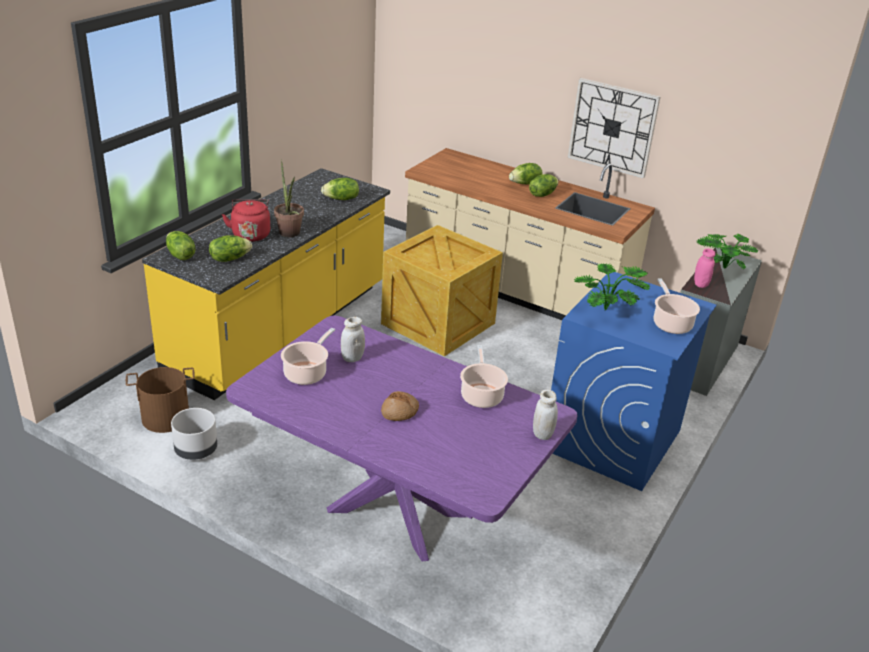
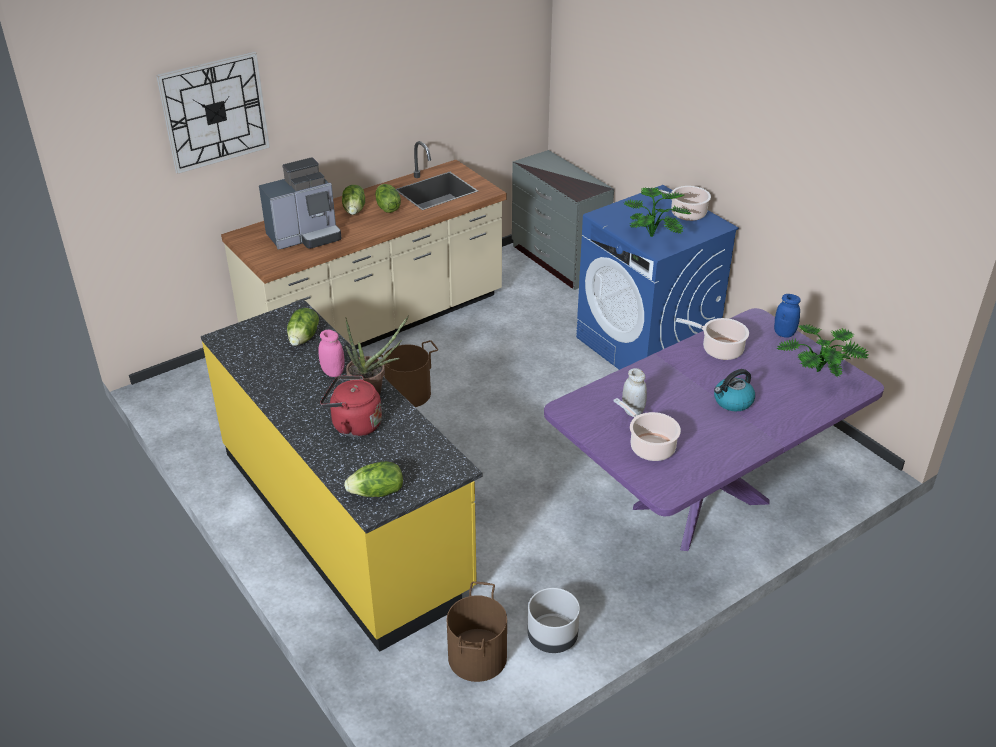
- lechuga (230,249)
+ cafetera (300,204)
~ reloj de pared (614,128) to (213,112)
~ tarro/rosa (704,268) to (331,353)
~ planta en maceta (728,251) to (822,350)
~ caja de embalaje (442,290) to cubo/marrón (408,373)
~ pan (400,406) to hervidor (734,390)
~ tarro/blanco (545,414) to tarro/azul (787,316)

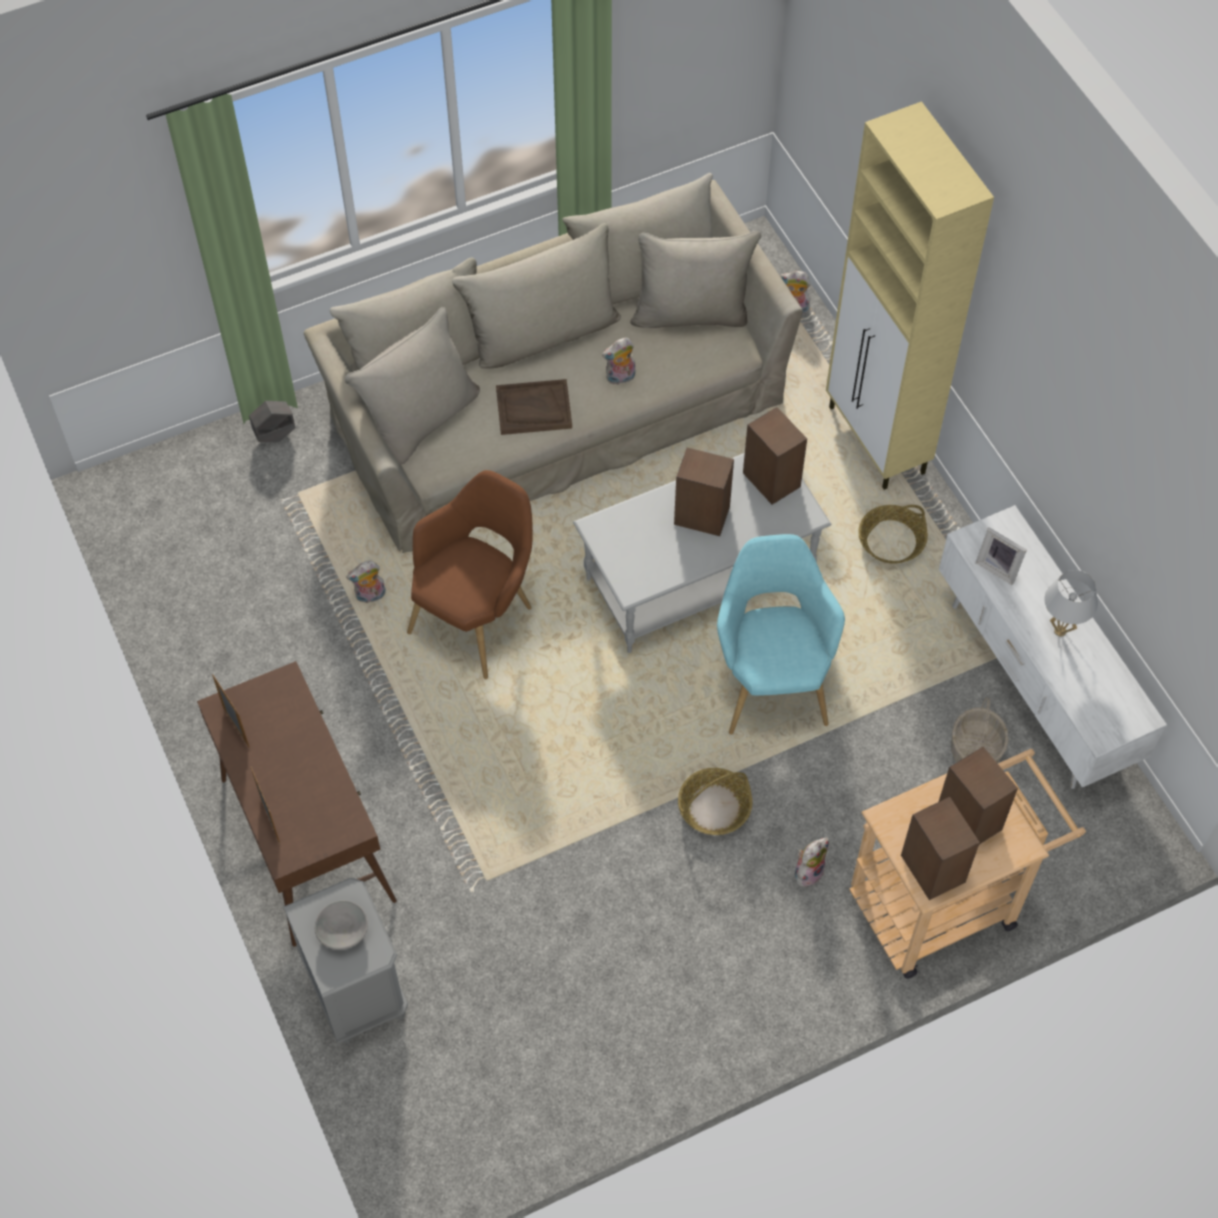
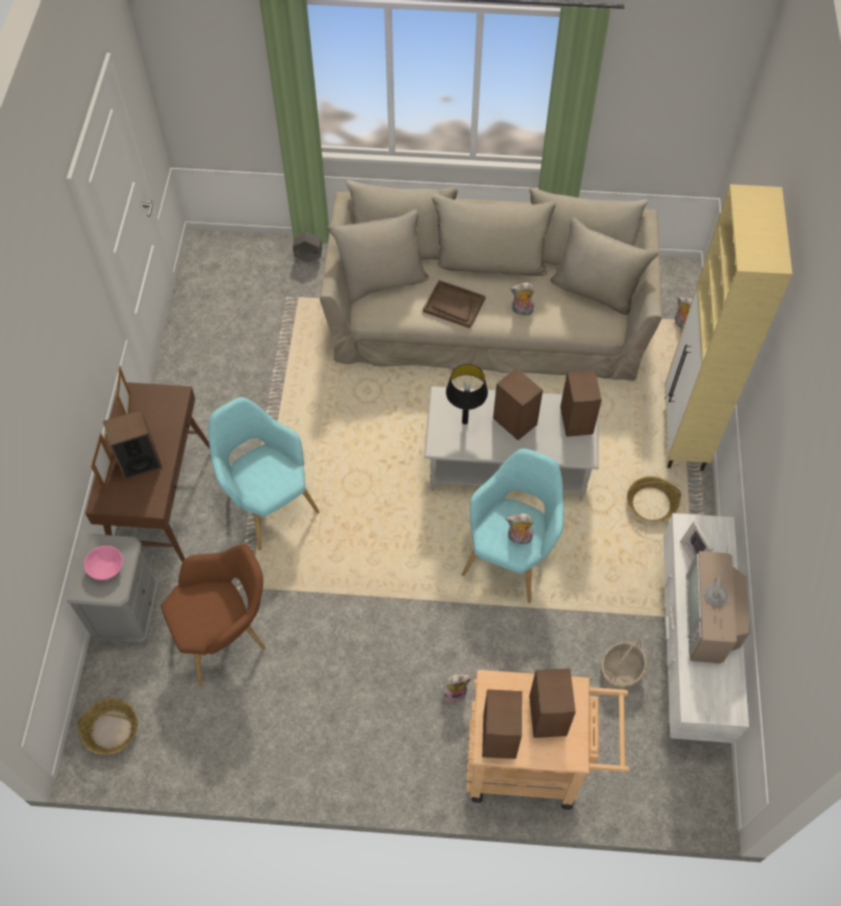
+ altavoz (132,445)
+ sillón/turquesa (263,473)
+ lámpara de mesa/negro (467,394)
~ peluche (366,582) to (520,528)
~ sillón/marrón (470,574) to (213,615)
~ cesta (715,801) to (107,726)
~ lámpara de mesa/blanco (1071,603) to televisor (718,605)
~ cuenco/gris (341,925) to cuenco/rosa (103,563)

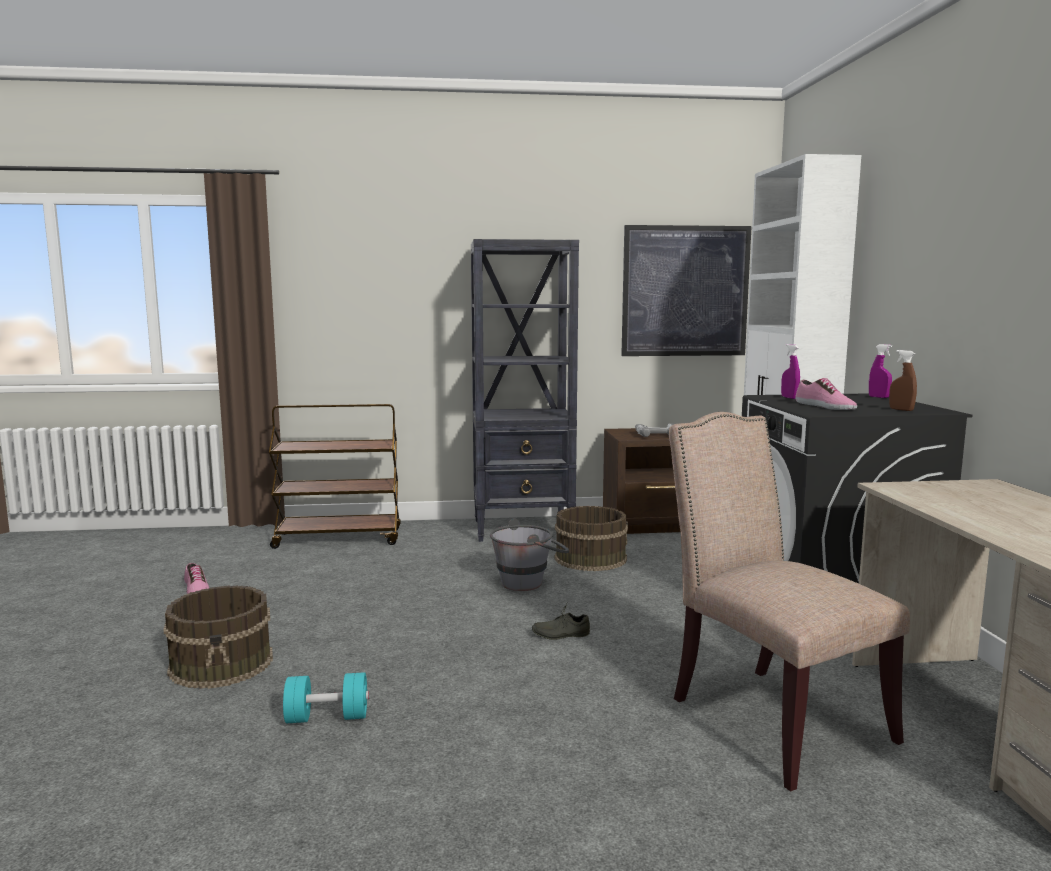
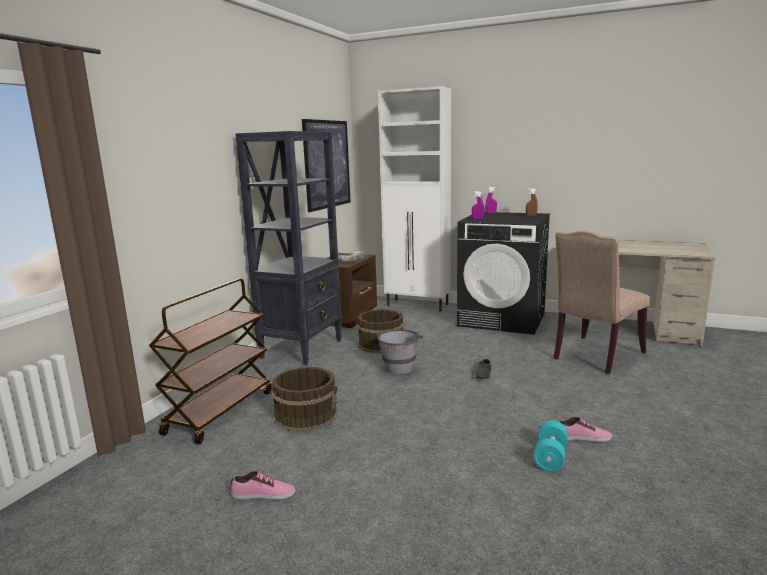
~ cubo/marrón (218,637) to (304,399)
~ zapato (826,394) to (585,429)
~ silla/beis (789,601) = (601,302) 45 degrees counterclockwise

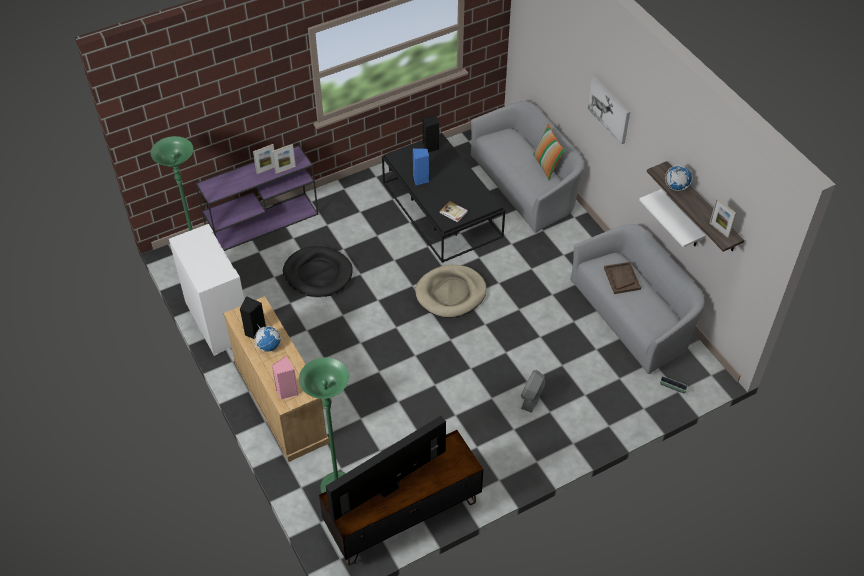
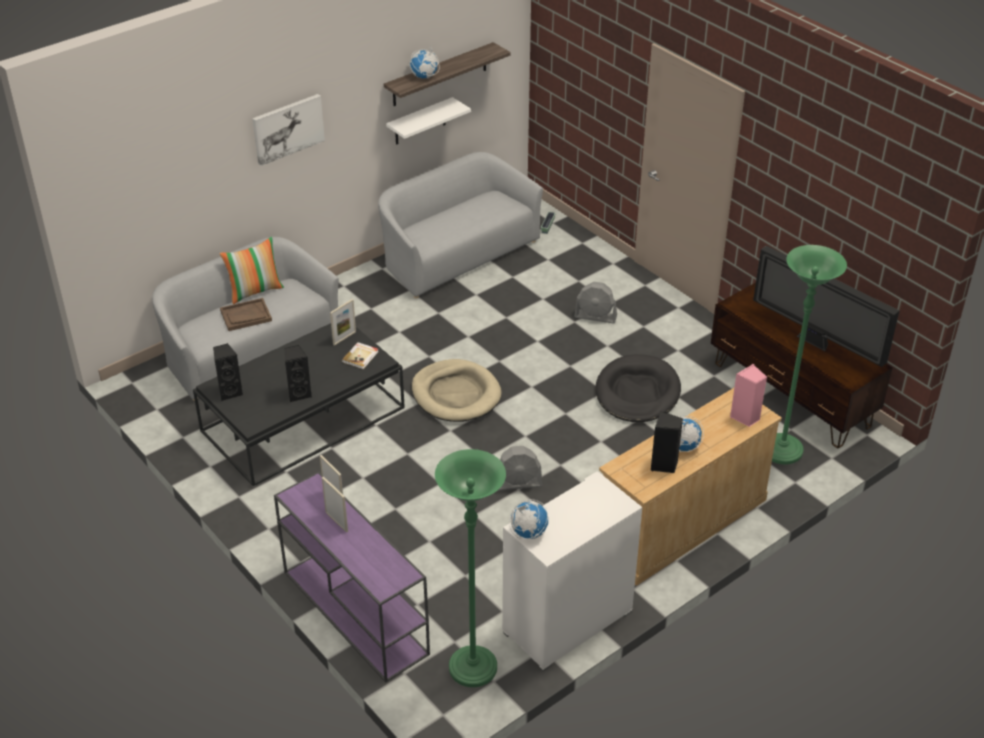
+ ventilador/gris (520,468)
+ globo terráqueo (528,519)
~ cama para perro/negro (318,271) to (638,388)
~ bandeja/marrón (622,278) to (246,314)
~ portarretratos (723,218) to (343,322)
~ altavoz/azul (421,166) to altavoz/negro (298,374)

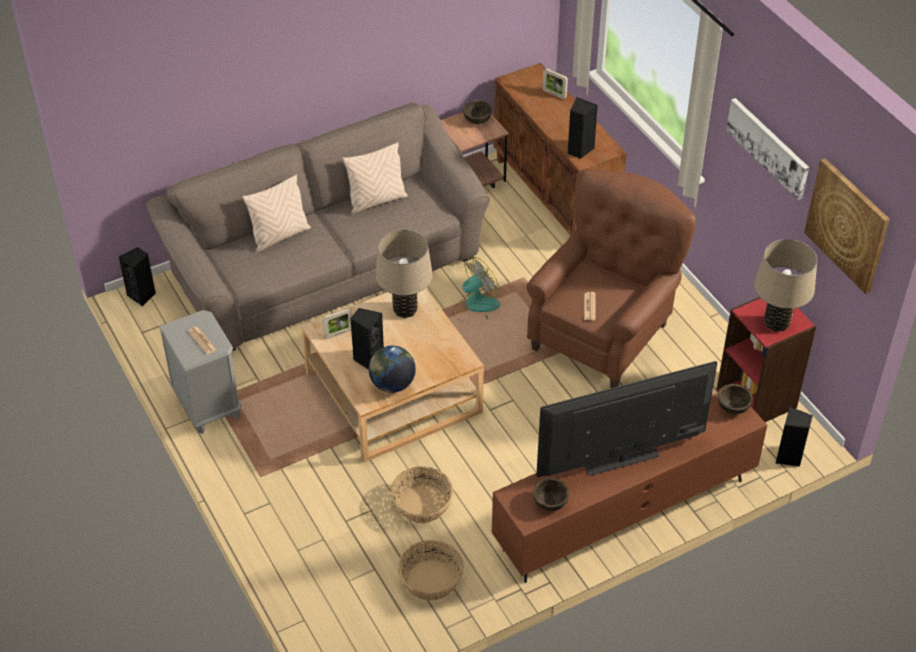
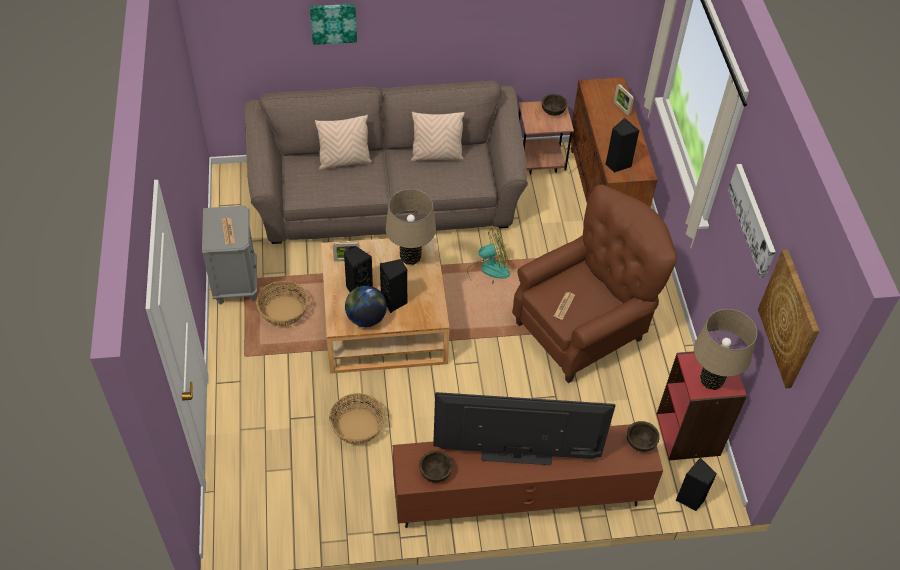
+ cuadro (333,24)
~ altavoz/negro (137,276) to (393,286)
~ cesta (431,570) to (282,304)

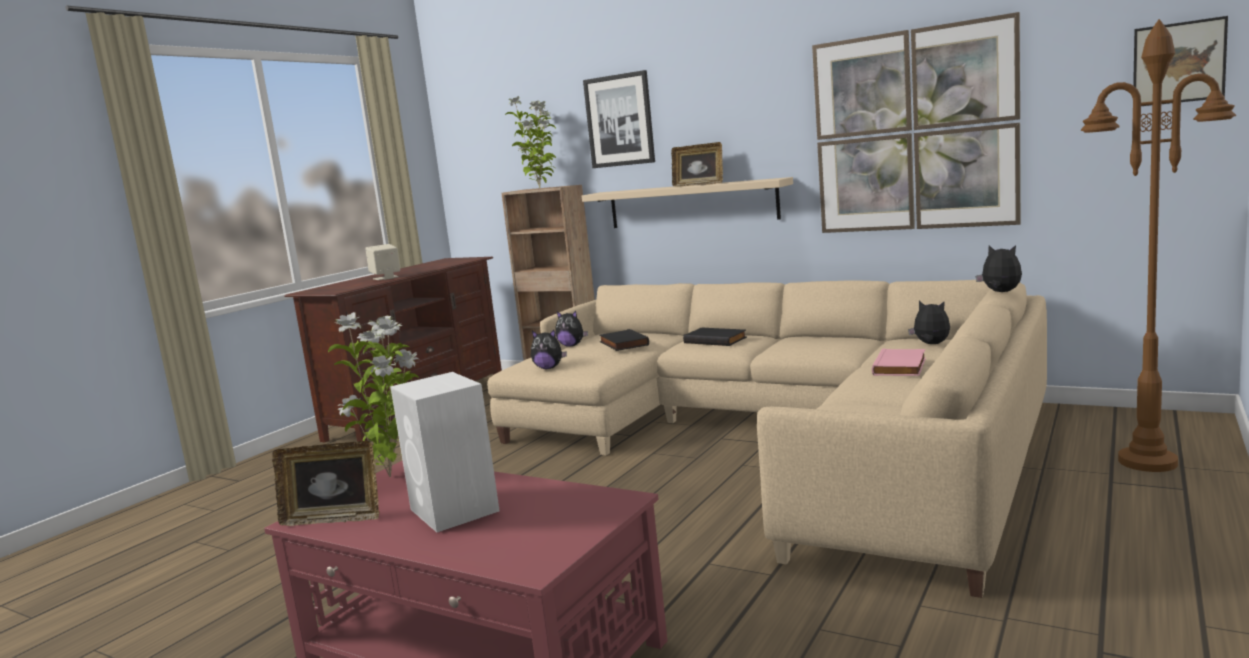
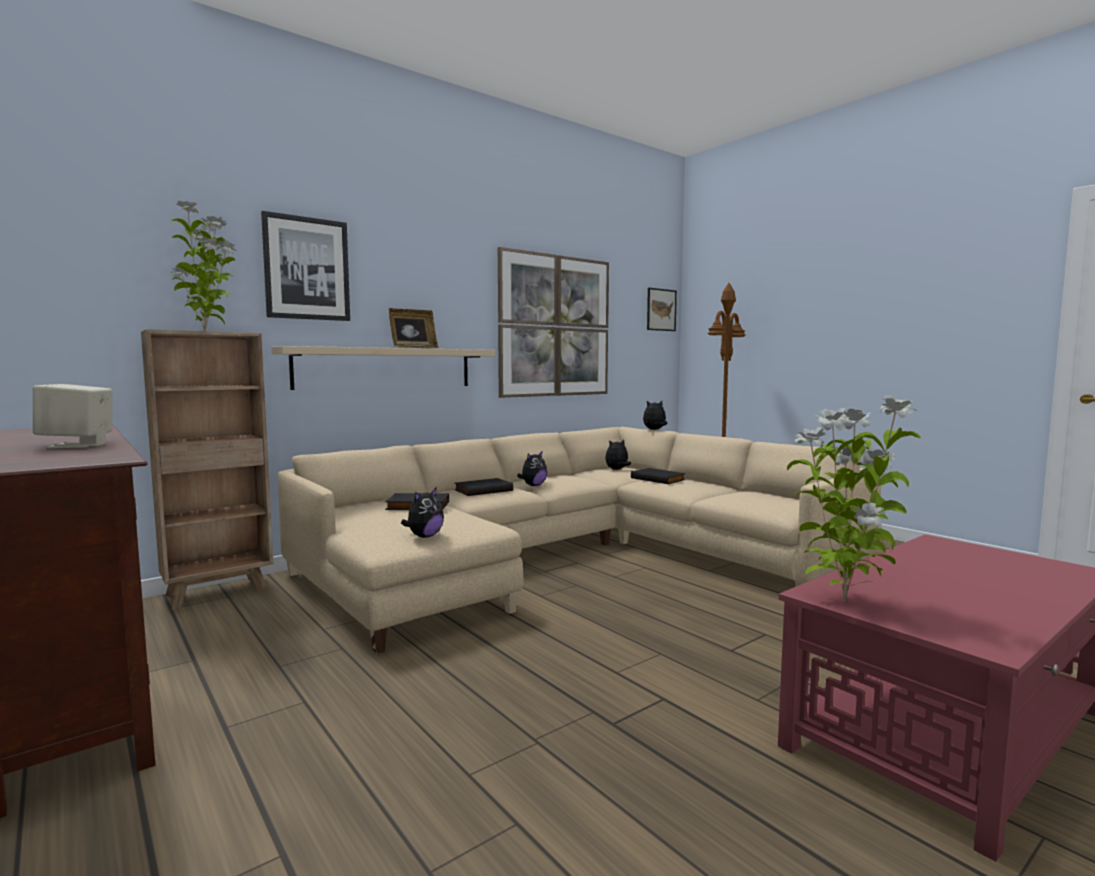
- portarretratos (325,483)
- altavoz/blanco (445,452)
~ peluche (571,329) to (532,469)
~ libro/rosa (899,362) to libro/negro (658,476)

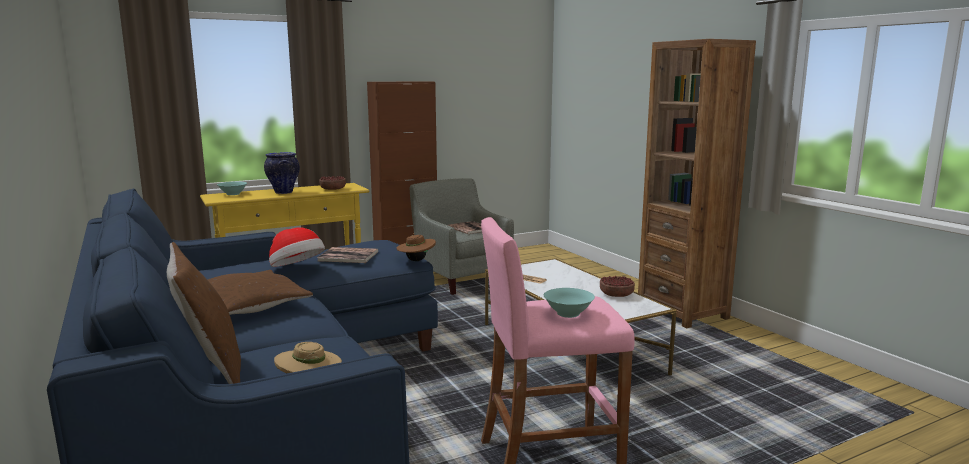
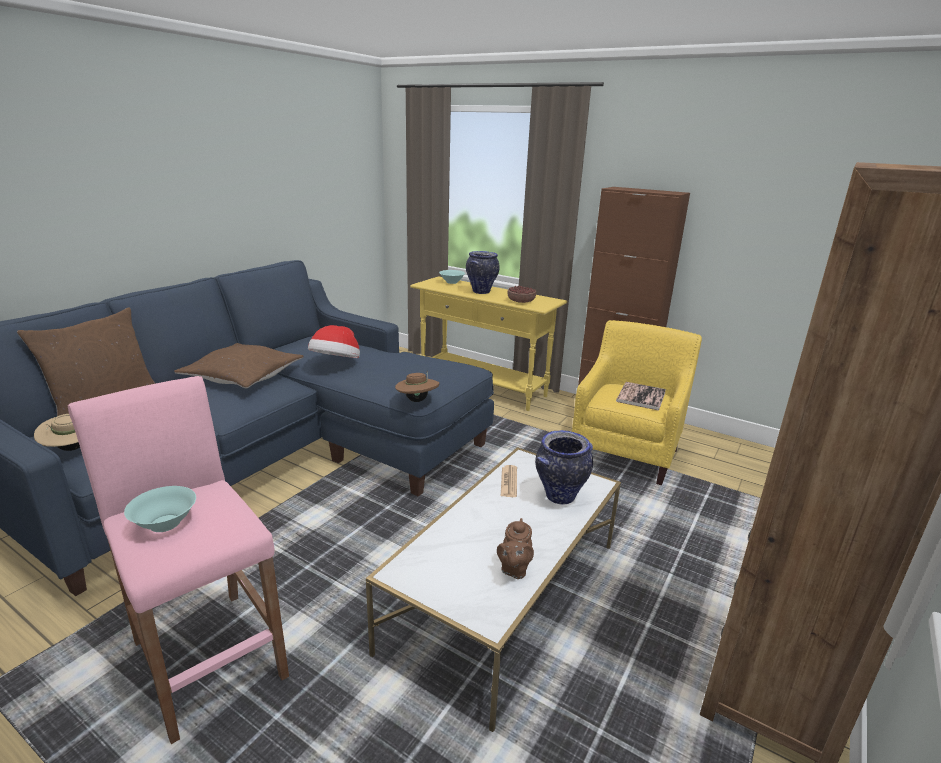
- libro (347,255)
+ florero (564,467)
~ cuenco (617,286) to tetera/marrón (515,548)
~ sillón/gris (462,236) to sillón/amarillo (637,402)

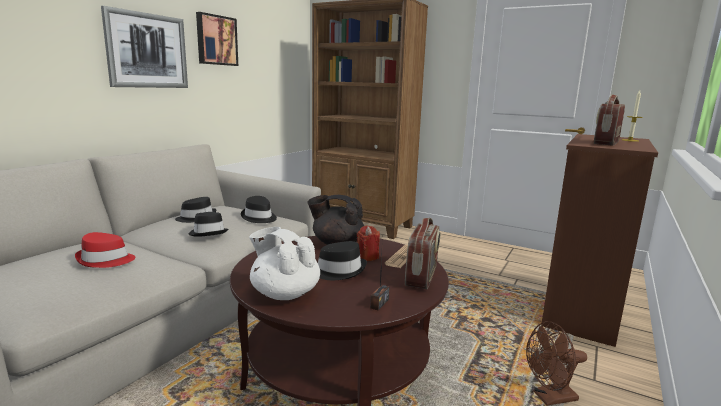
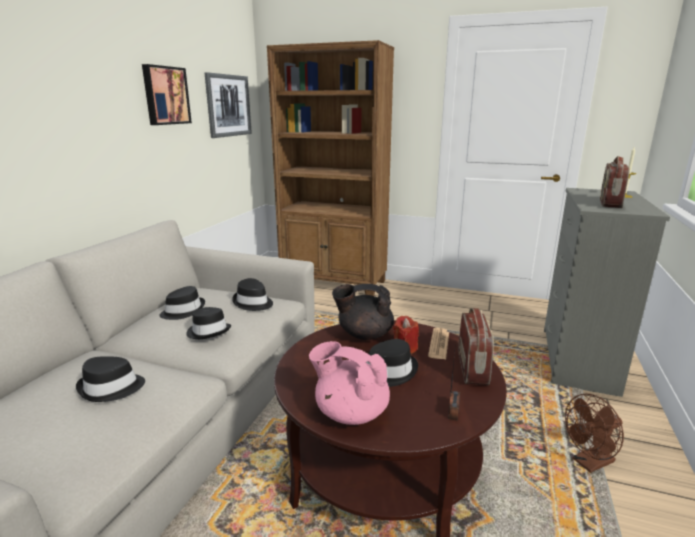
~ cuadro (144,47) to (228,105)
~ sombrero/rojo (105,250) to sombrero/negro (110,379)
~ tetera/blanco (284,263) to tetera/rosa (349,383)
~ cómoda/marrón (599,240) to cómoda/gris (607,292)

